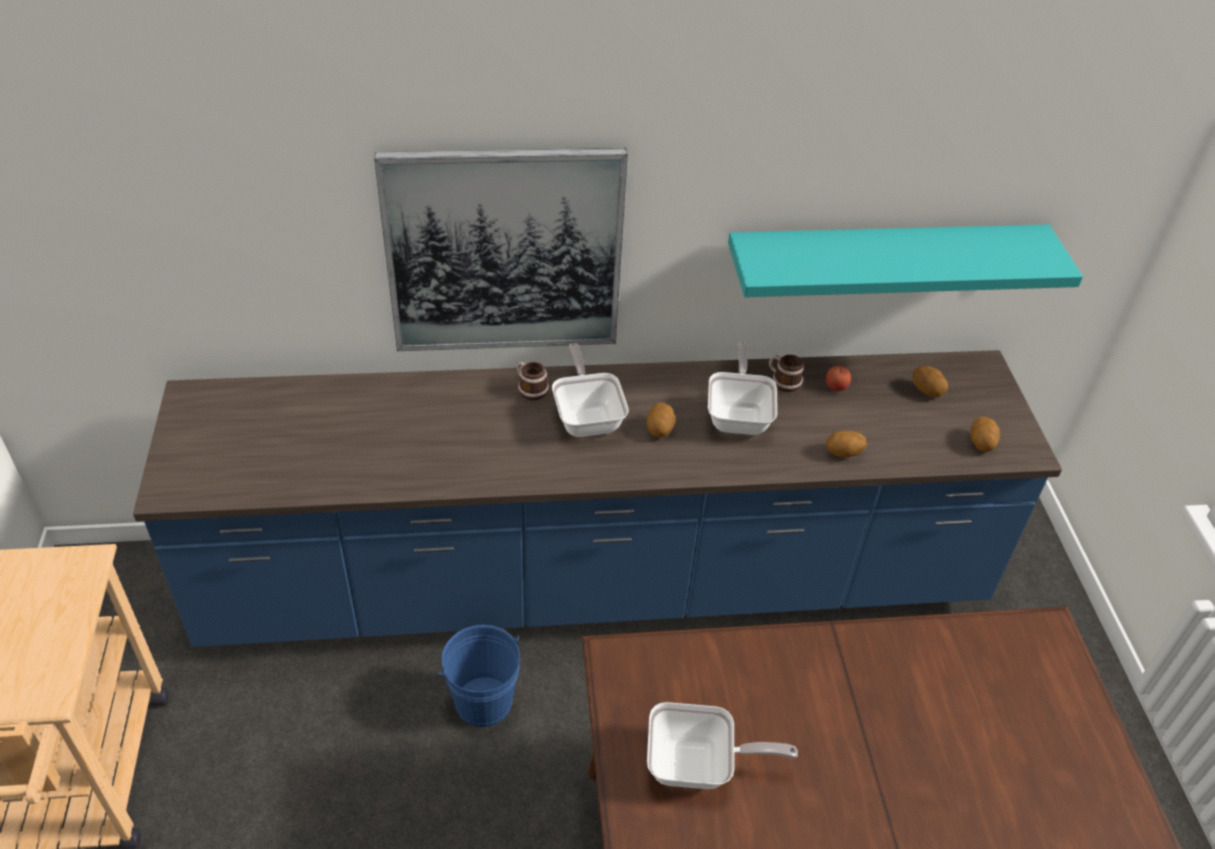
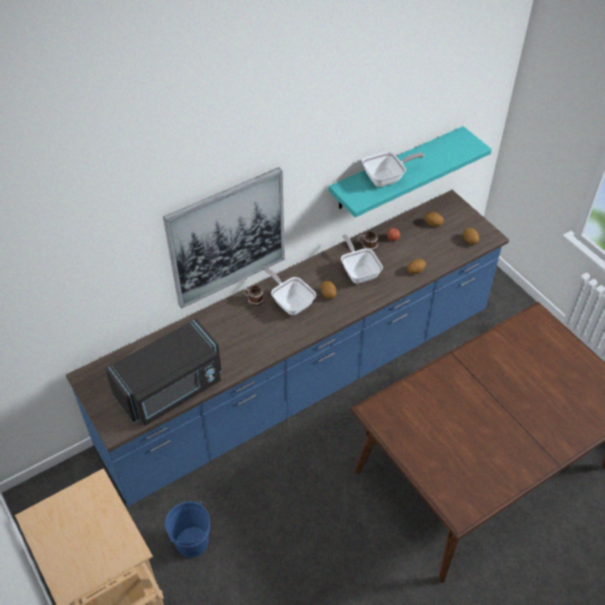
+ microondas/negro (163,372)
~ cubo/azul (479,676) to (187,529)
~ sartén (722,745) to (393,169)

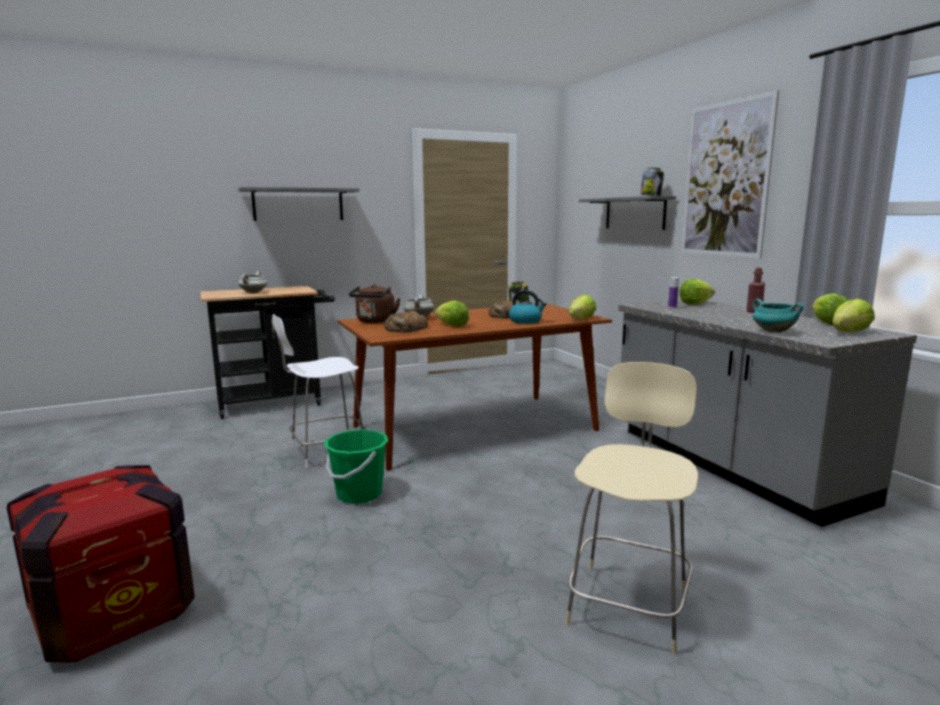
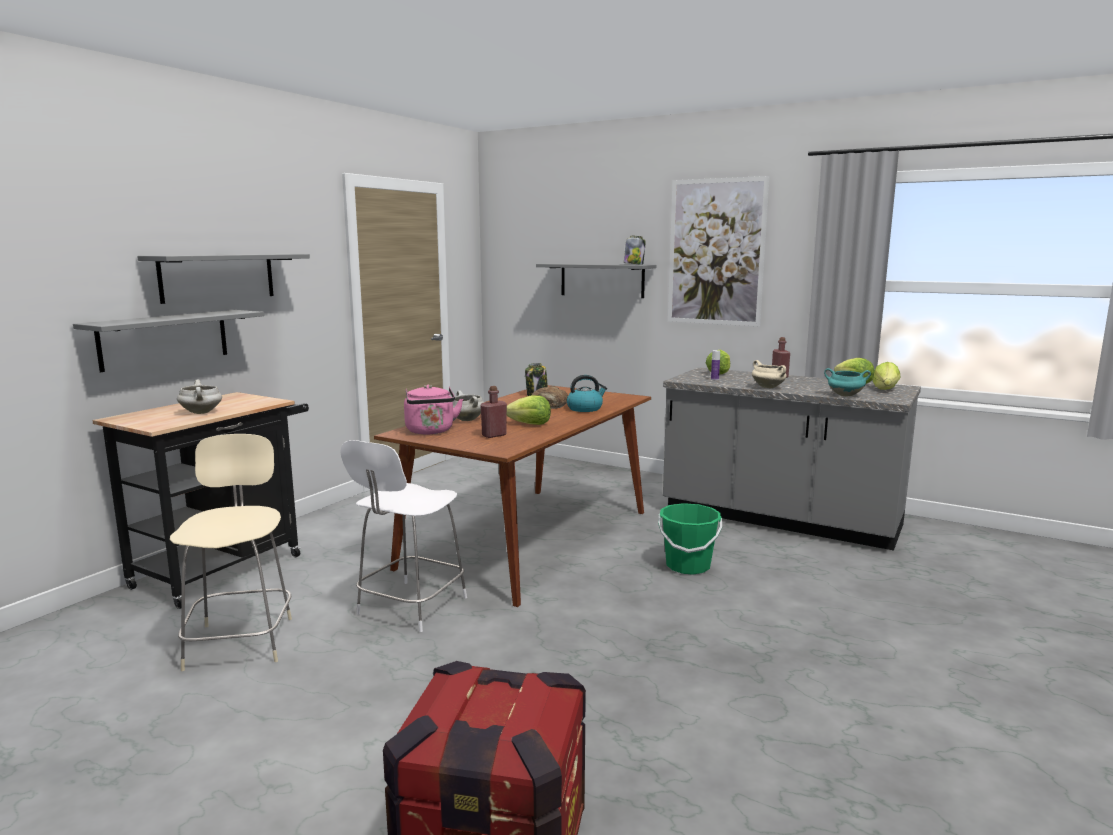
- lechuga (582,307)
+ estante/gris (169,341)
+ olla/beis (769,374)
~ cubo/verde (356,467) to (690,539)
~ silla/beis (631,508) to (231,552)
~ pan (406,322) to botella/rojo (493,412)
~ hervidor/marrón (375,303) to hervidor/rosa (433,409)

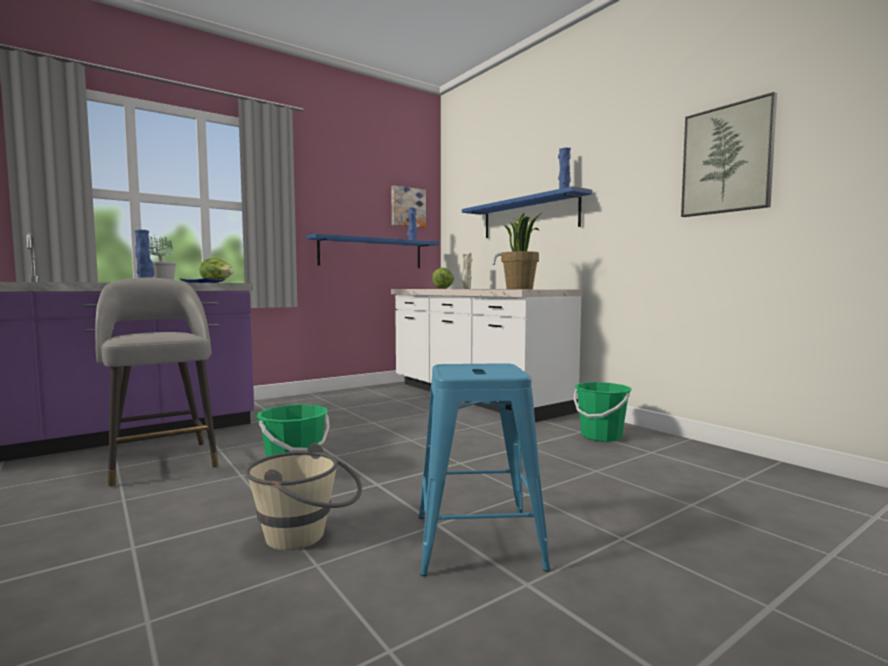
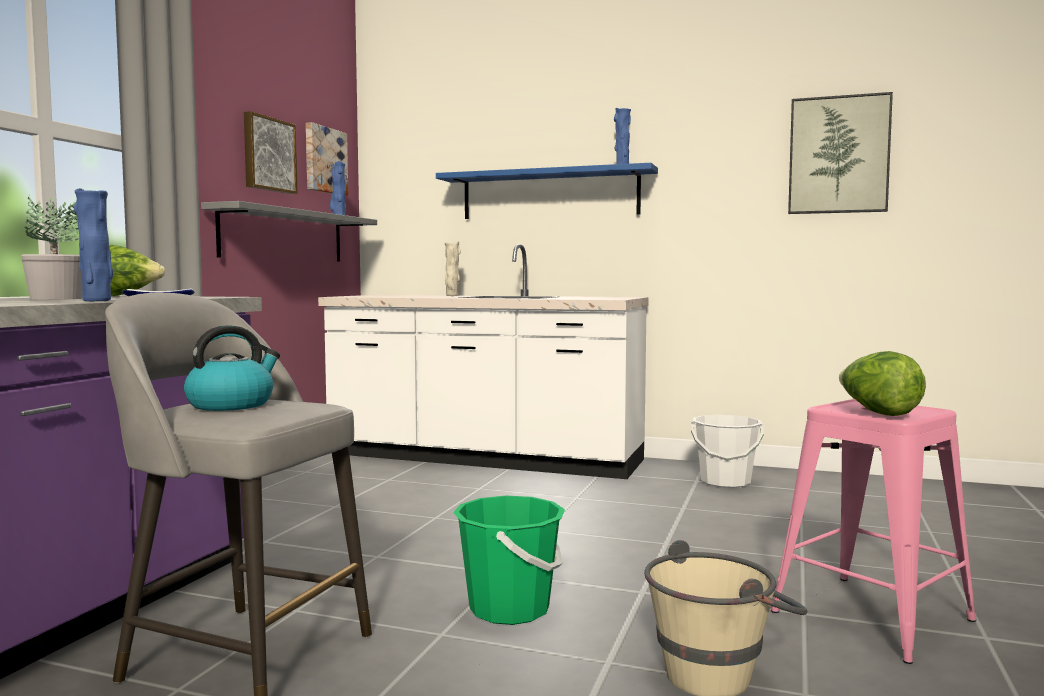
- planta en maceta (521,250)
+ hervidor (232,368)
+ cuadro (271,152)
~ lechuga (443,278) to (882,383)
~ estante/azul (372,251) to estante/gris (289,231)
~ taburete/azul (484,469) to taburete/rosa (873,531)
~ cubo/verde (602,412) to cubo/blanco (727,451)

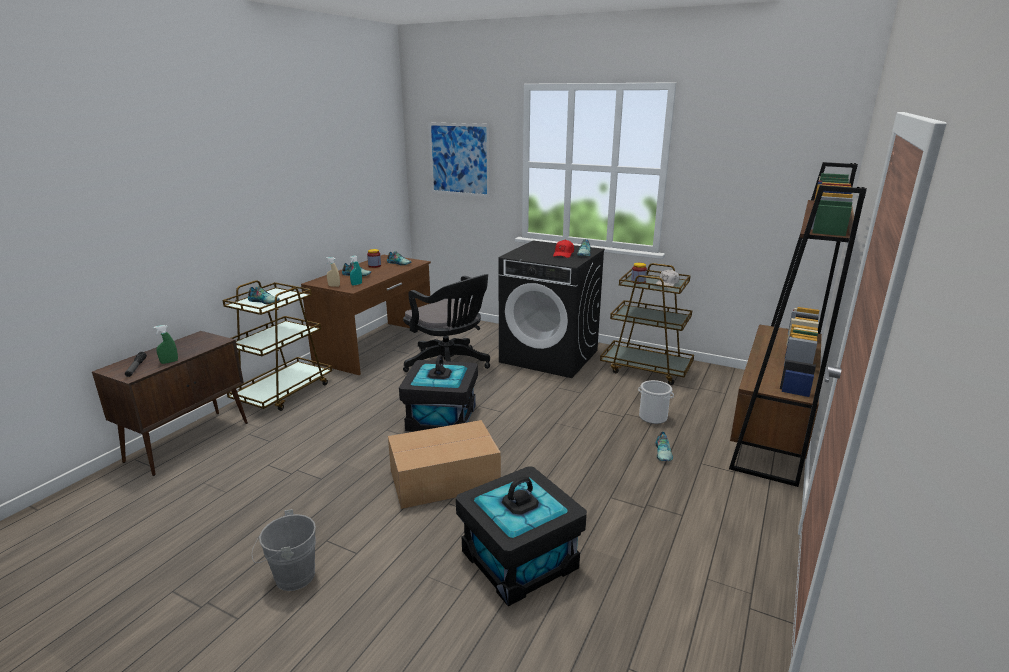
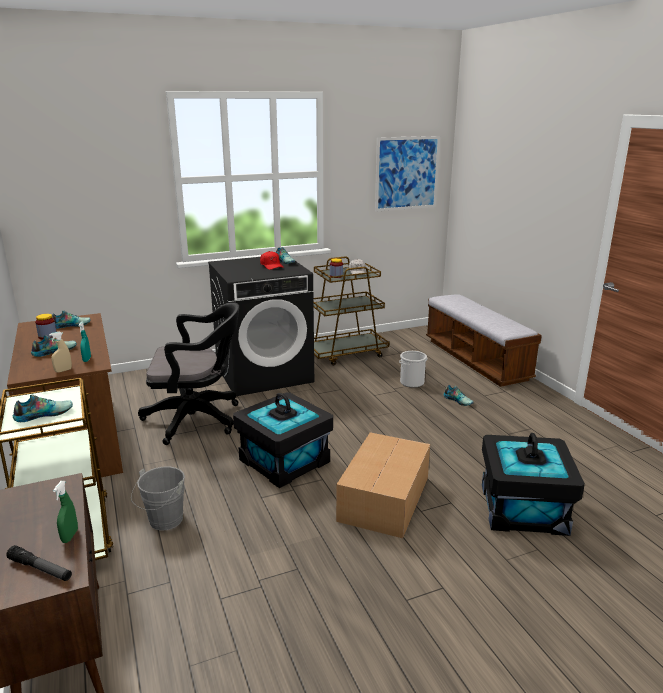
~ cubo/gris (284,550) to (158,498)
~ cuadro (459,159) to (407,174)
~ estantería/marrón (798,324) to banco (484,340)

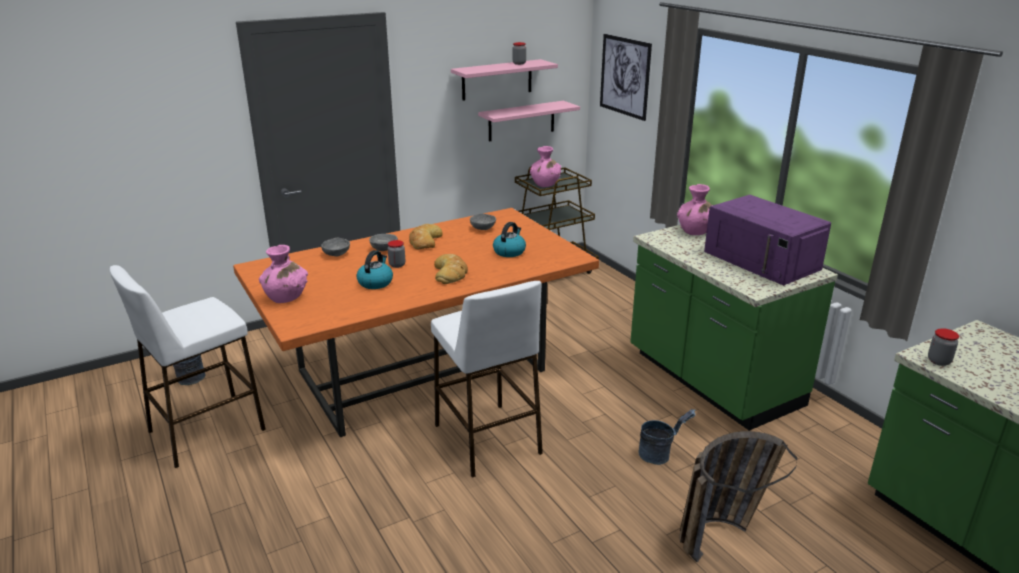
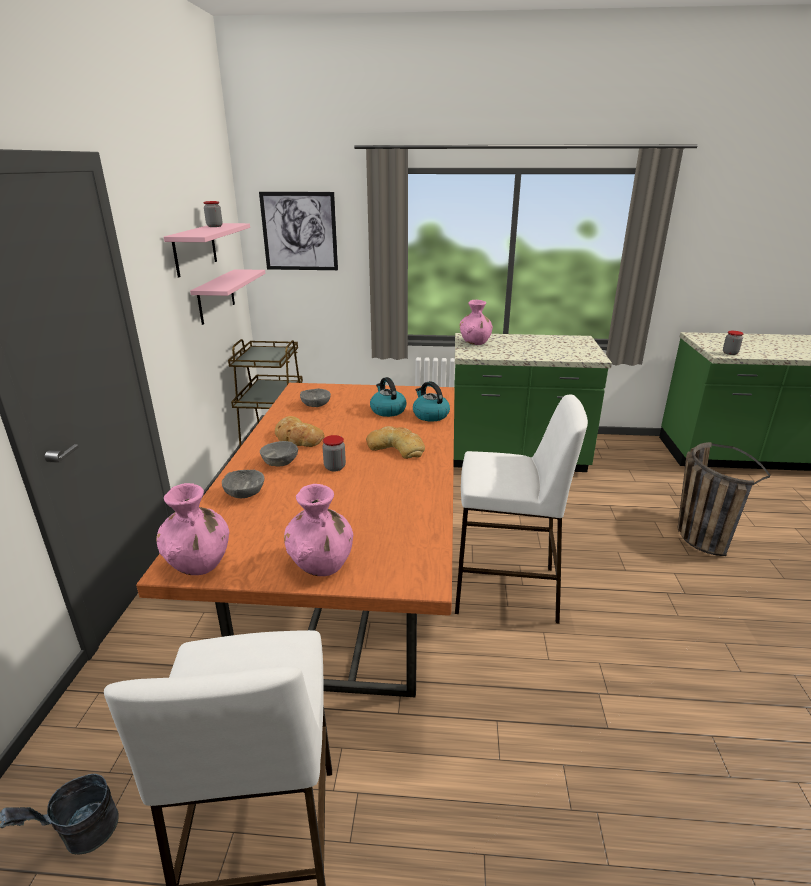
- cubo/gris (667,437)
- microondas/morado (767,240)
~ hervidor (374,269) to (431,401)
~ florero/rosa (545,166) to (192,529)

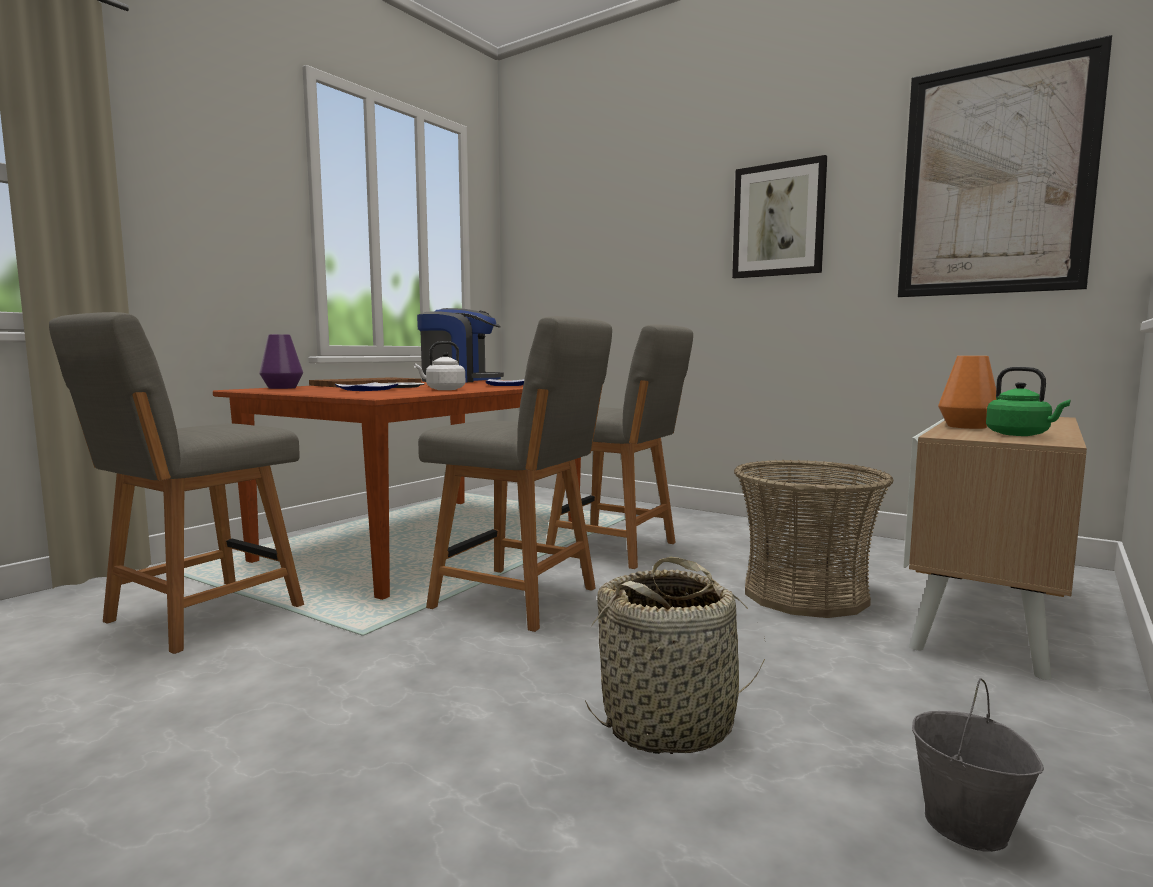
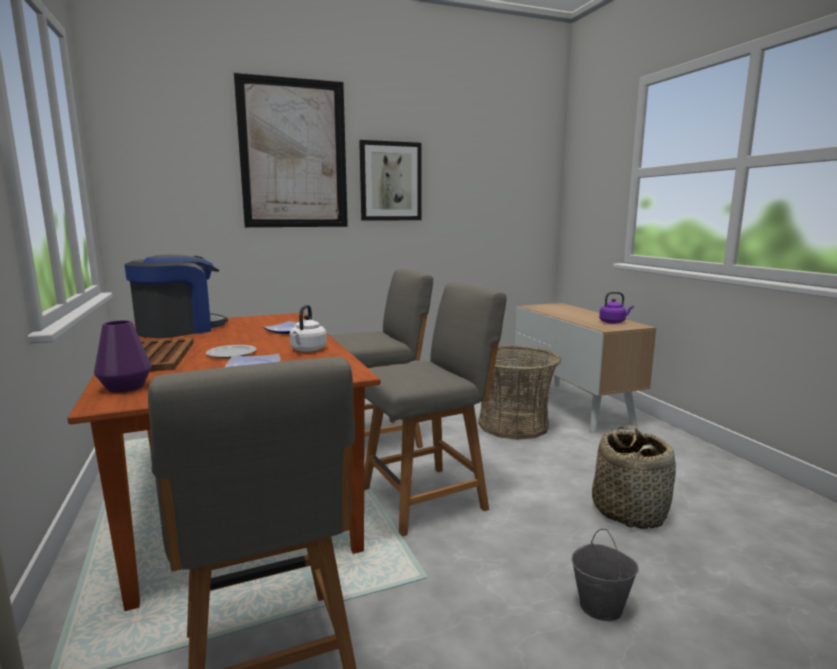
- florero/naranja (967,392)
~ cuadro (1005,166) to (291,150)
~ cubo/gris (978,765) to (605,575)
~ hervidor/verde (1028,401) to hervidor/morado (616,308)

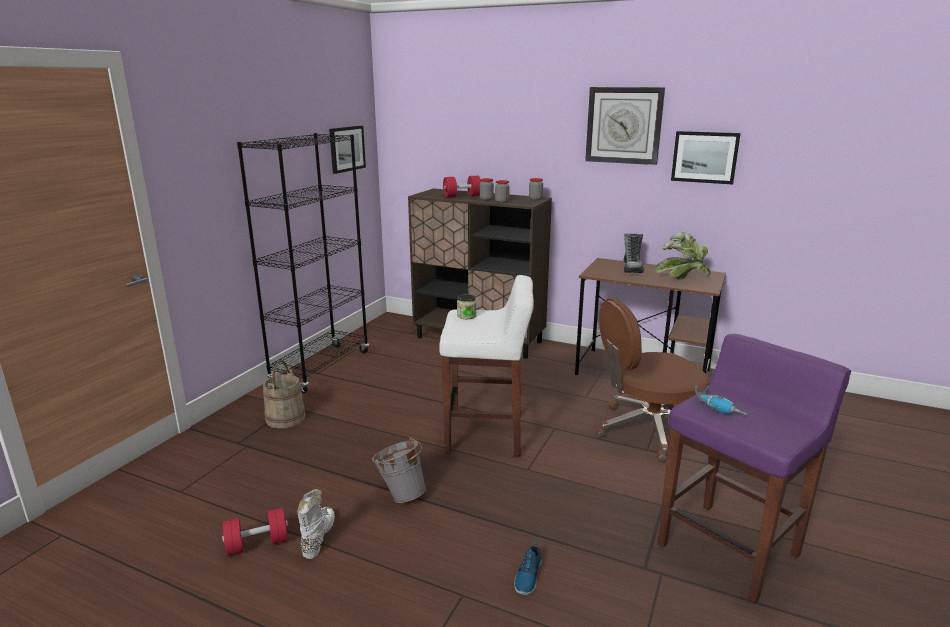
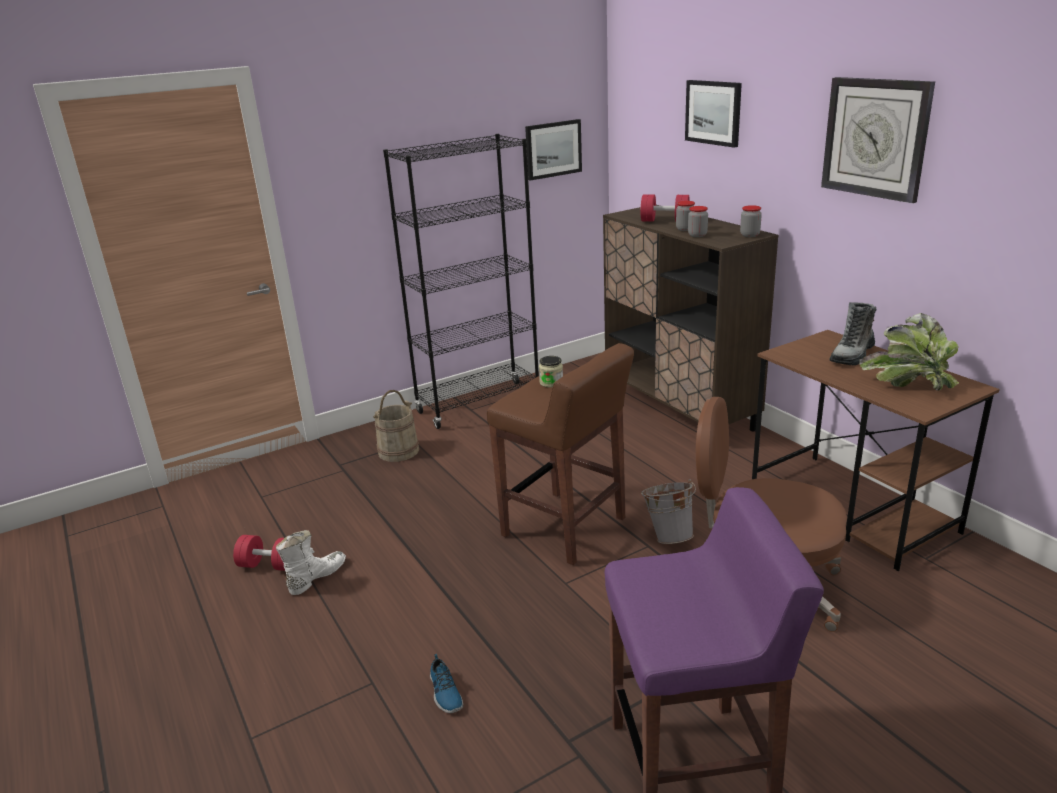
- taladro (721,400)
~ cubo/gris (399,470) to (668,511)
~ cuadro (706,158) to (713,114)
~ taburete/blanco (486,365) to taburete/marrón (560,454)
~ zapato (528,568) = (446,683) 75 degrees counterclockwise

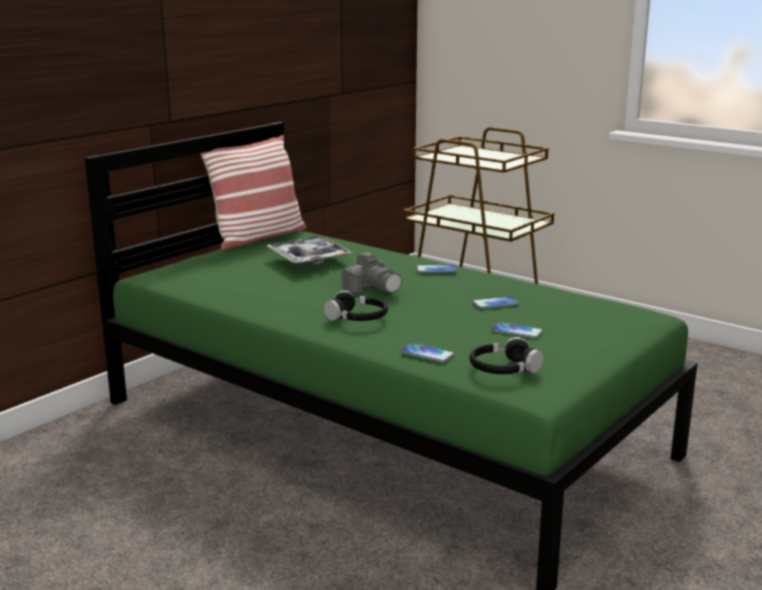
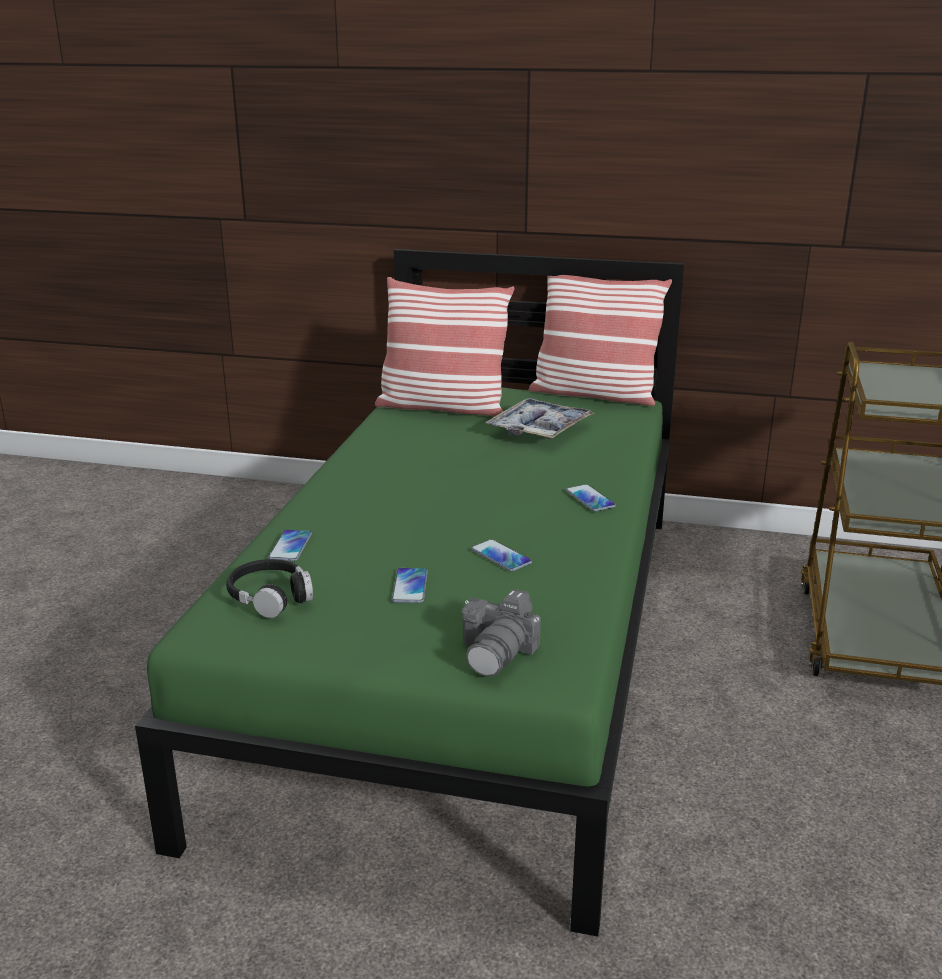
- auriculares/negro (356,305)
+ cojín (445,346)
~ cámara (371,273) to (501,633)

